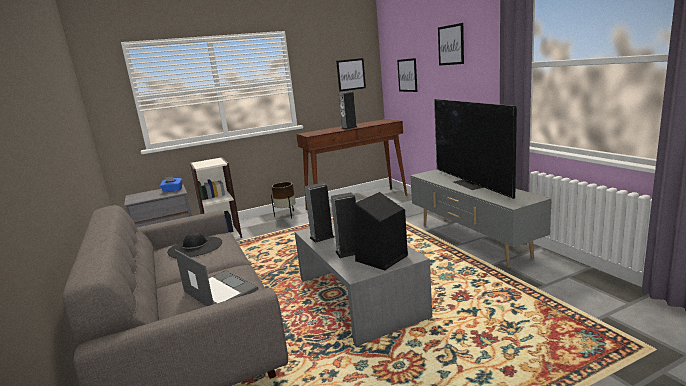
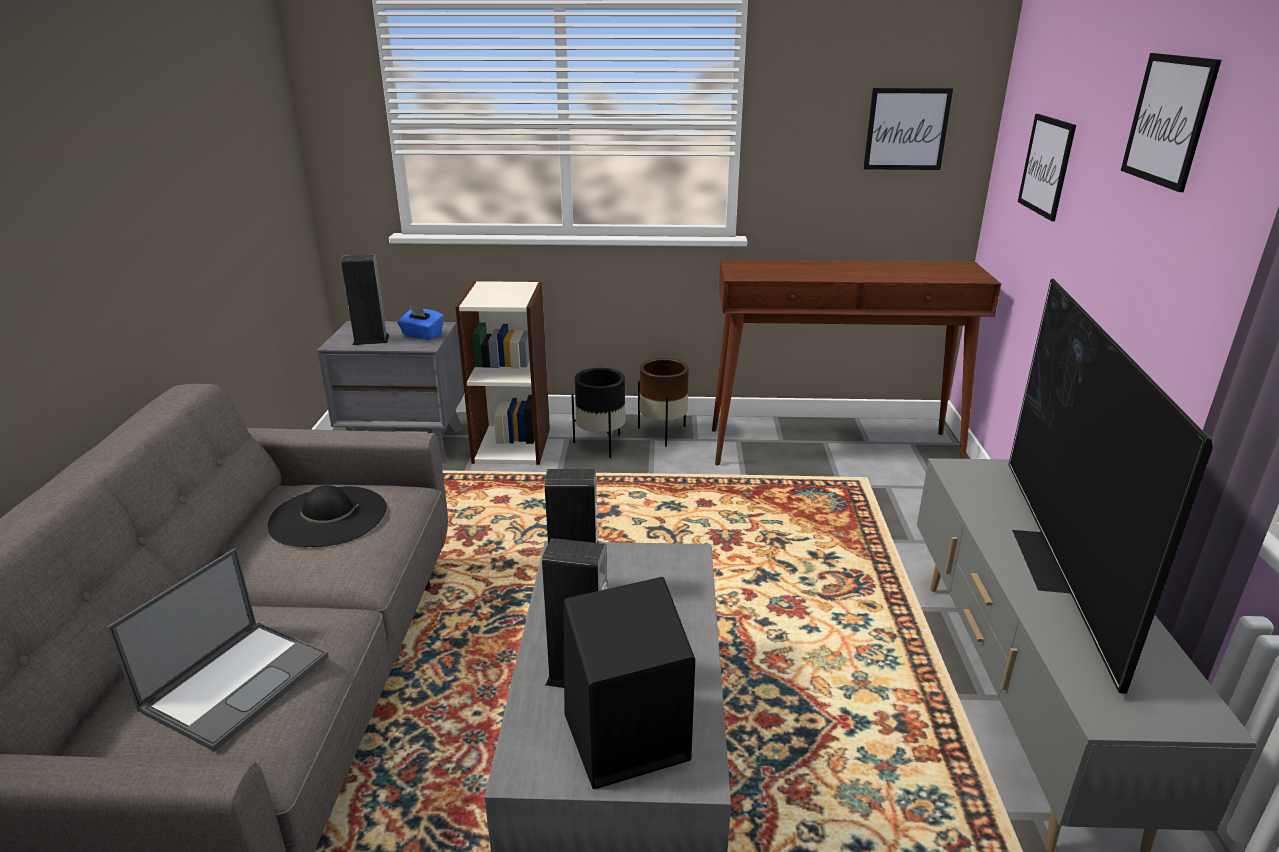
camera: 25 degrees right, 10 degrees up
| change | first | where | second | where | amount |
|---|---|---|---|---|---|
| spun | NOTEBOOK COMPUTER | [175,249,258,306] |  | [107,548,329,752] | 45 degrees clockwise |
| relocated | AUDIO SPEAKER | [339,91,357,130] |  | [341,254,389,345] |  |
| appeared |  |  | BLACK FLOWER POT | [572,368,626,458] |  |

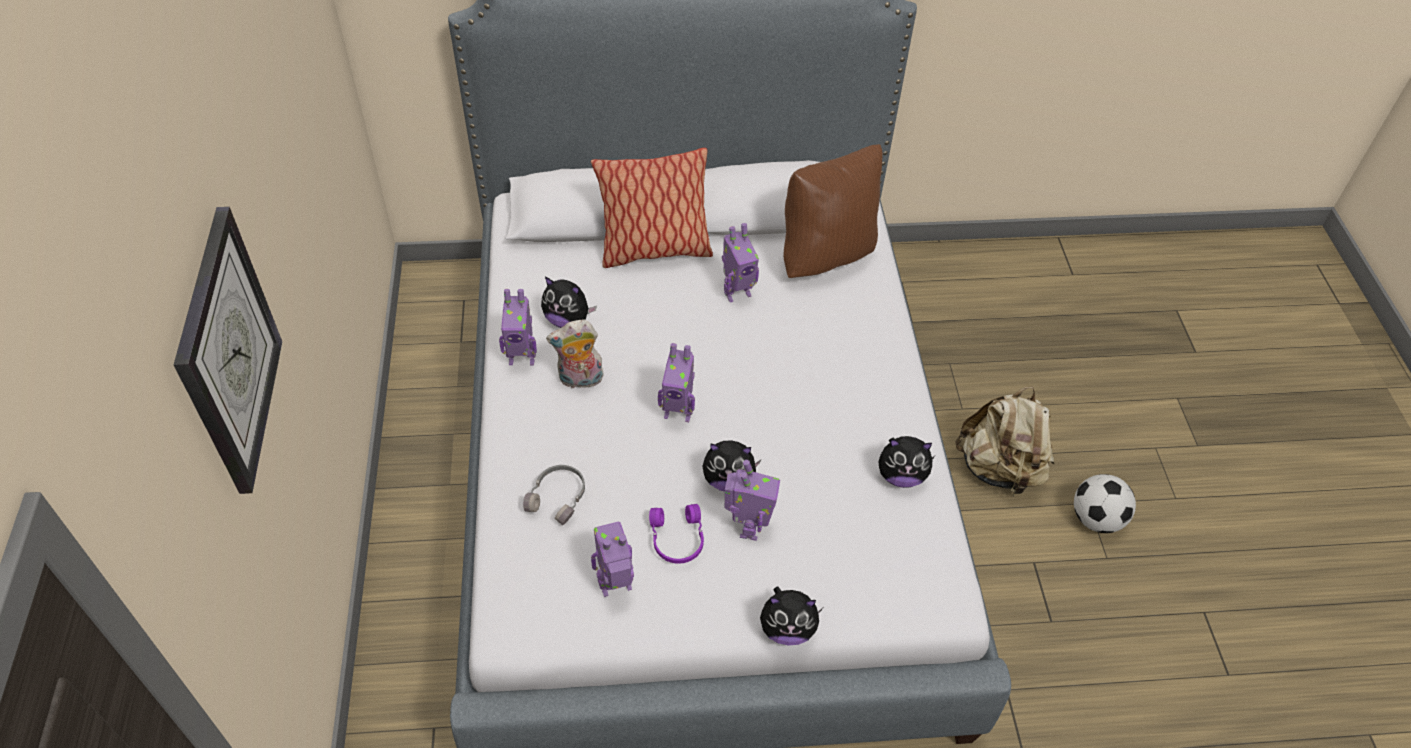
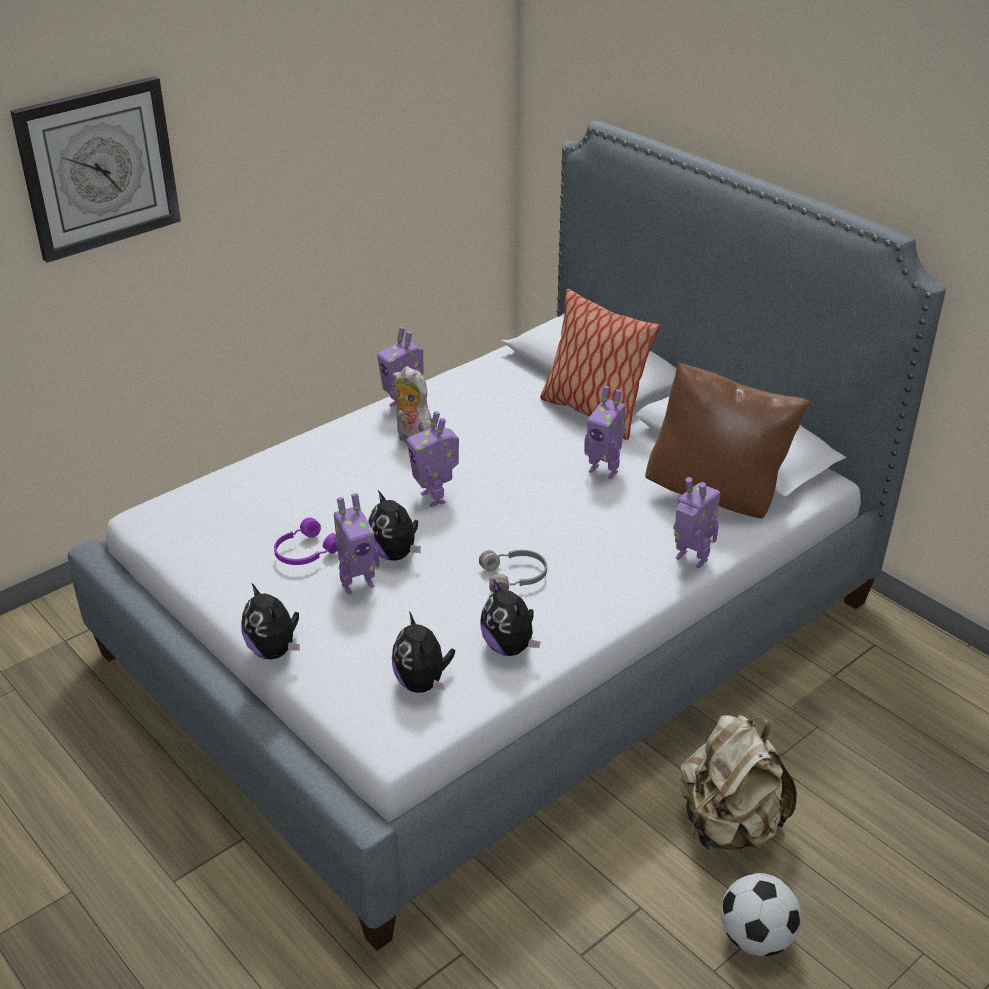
camera: 55 degrees right, 15 degrees down
| change | first | where | second | where | amount |
|---|---|---|---|---|---|
| relocated | GREY HEADSET | [523,465,585,525] |  | [479,550,547,593] |  |
| relocated | SOFT TOY | [541,277,597,328] |  | [392,611,455,693] |  |
| relocated | TOY ROBOT | [591,522,634,597] |  | [673,477,720,569] |  |

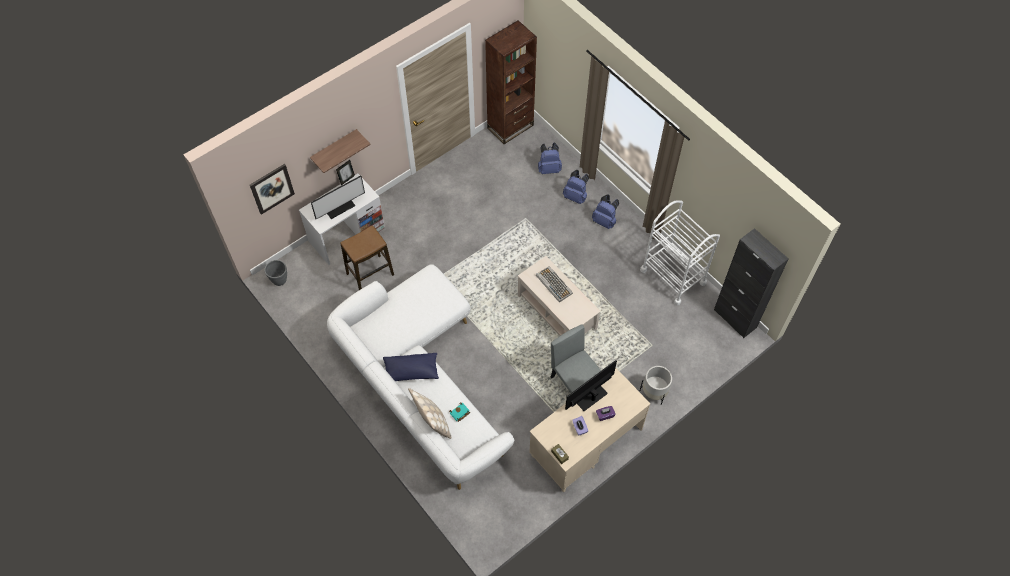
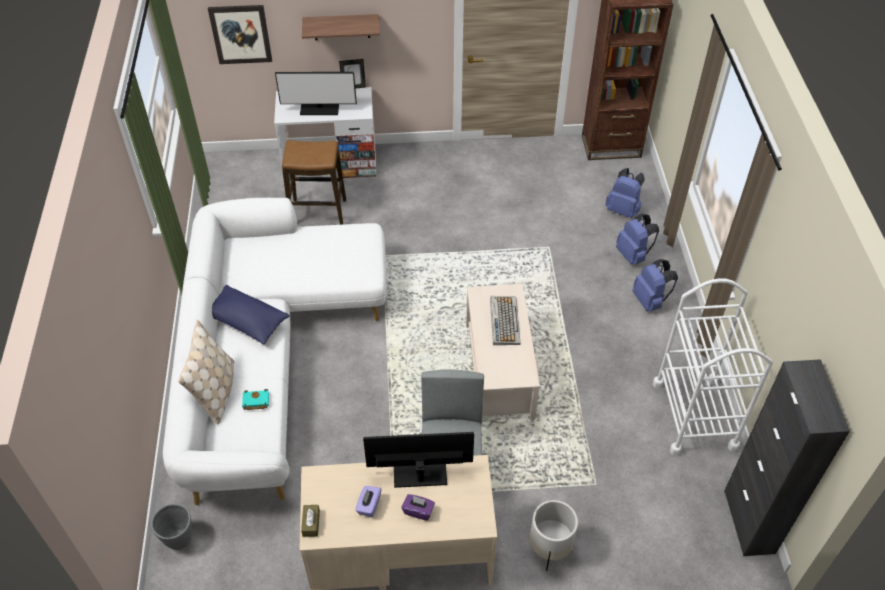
camera: 35 degrees right, 10 degrees down
| change | first | where | second | where | amount |
|---|---|---|---|---|---|
| relocated | GREY FLOWER POT | [264,260,287,286] |  | [151,504,192,550] |  |

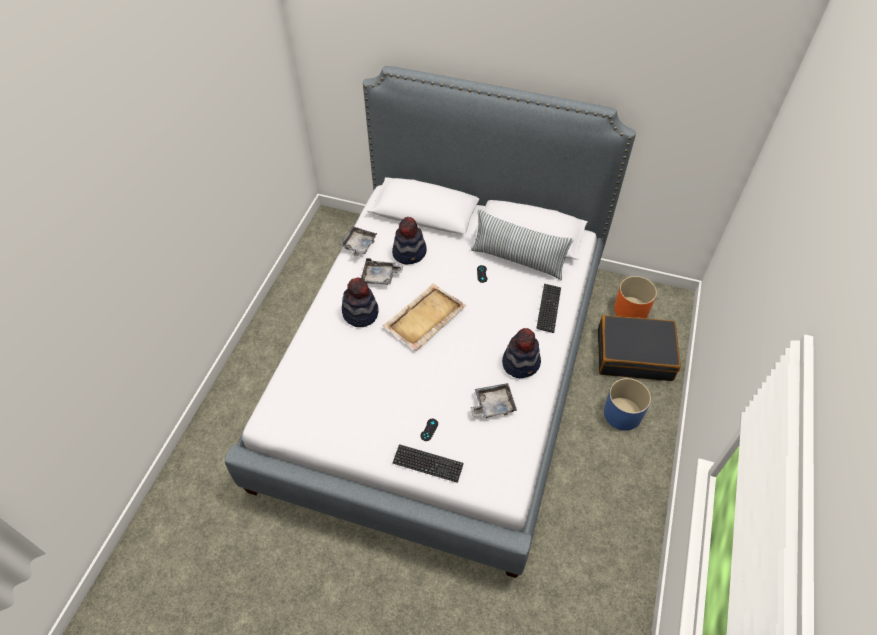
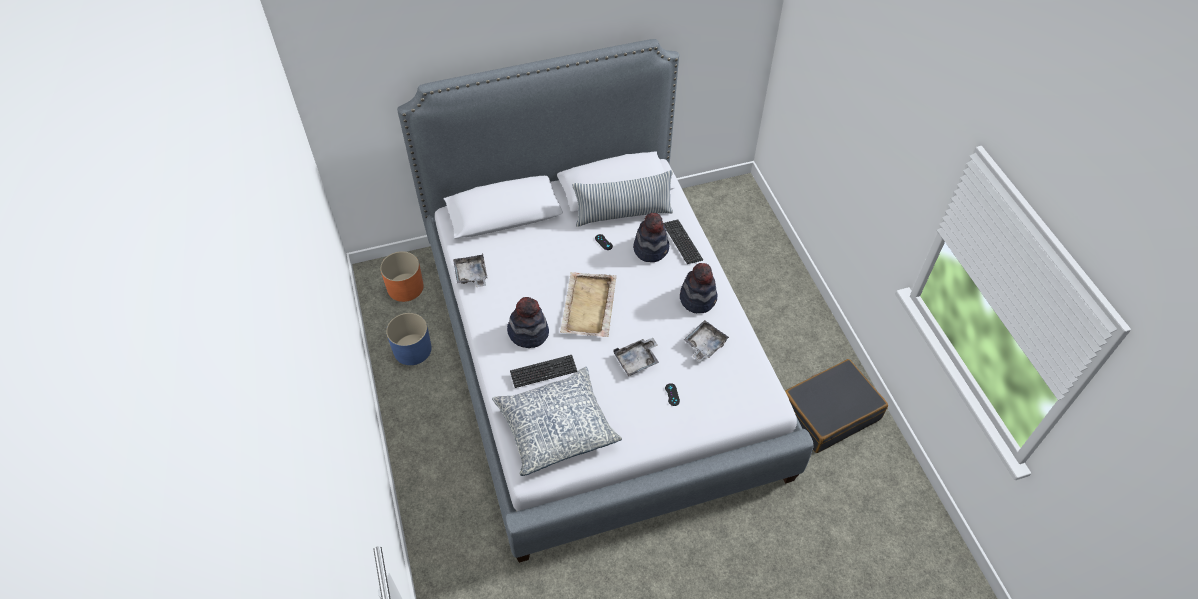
camera: 35 degrees left, 0 degrees up
| change | first | where | second | where | amount |
|---|---|---|---|---|---|
| relocated | GREY CARRYING TRAY | [361,258,403,285] |  | [613,338,659,376] |  |
| relocated | WEARABLE HAT | [392,217,427,264] |  | [633,213,669,262] |  |
| relocated | COMPUTER KEYBOARD | [393,444,464,483] |  | [510,355,577,388] |  |
| relocated | BLACK SUITCASE | [598,315,681,381] |  | [785,359,888,453] |  |
| relocated | BLUE FLOWER POT | [604,378,651,431] |  | [386,313,432,365] |  |
| relocated | ORANGEY FLOWER POT | [614,276,657,318] |  | [380,251,424,302] |  |
| appeared |  |  | THROW PILLOW | [492,367,622,476] |  |

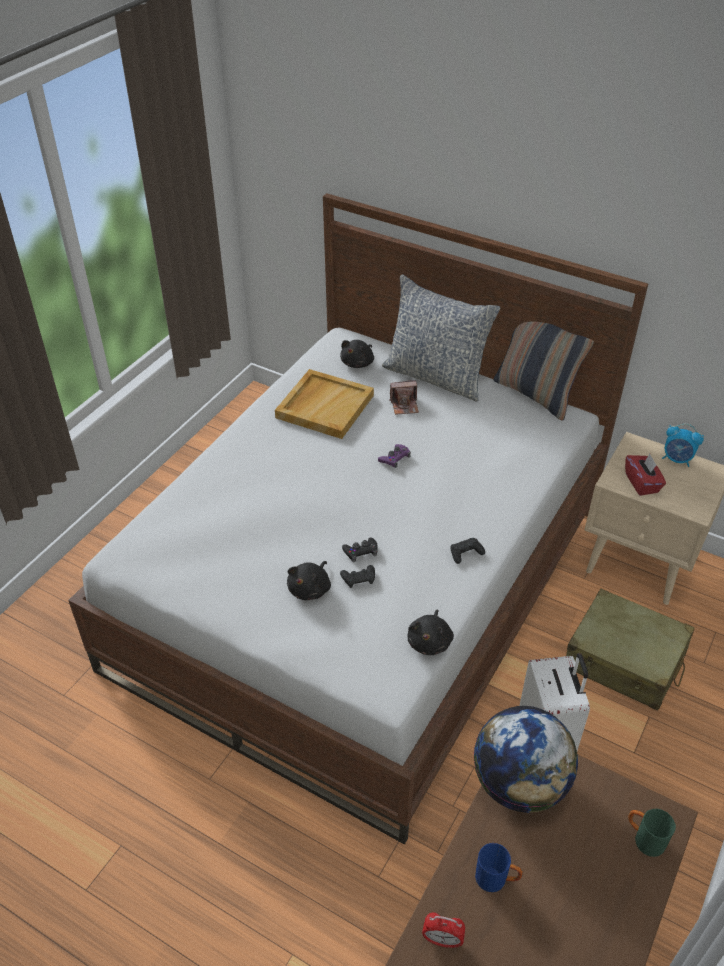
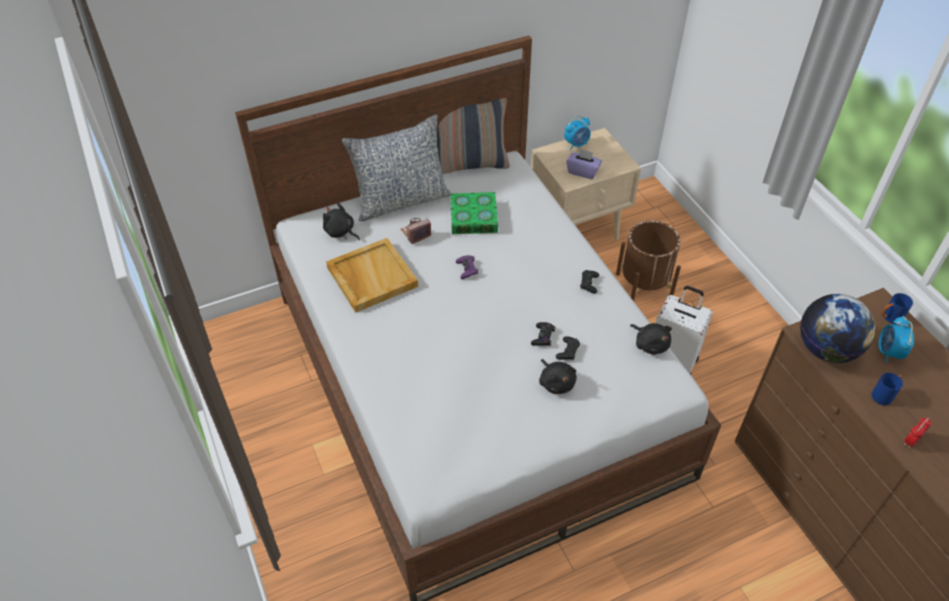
camera: 55 degrees left, 5 degrees up
| change | first | where | second | where | amount |
|---|---|---|---|---|---|
| spun | BLACK SOFT TOY | [340,340,374,368] |  | [323,203,360,241] | 150 degrees clockwise |
| spun | PHOTO CAMERA | [389,380,419,415] |  | [401,218,431,244] | 150 degrees counterclockwise |
| exchanged | SAND-COLOURED SUITCASE | [566,589,695,711] | BROWNISH FLOWER POT | [616,221,681,301] |  |
| colour | RED BOX OF TISSUES | [625,454,666,496] | PURPLE-COLOURED BOX OF TISSUES | [566,149,602,179] |  |
| colour | GREEN-COLOURED COFFEE MUG | [628,809,676,857] | BLUE COFFEE MUG | [881,293,913,324] |  |
| appeared |  |  | VOLUME | [450,192,498,234] |  |
| appeared |  |  | TABLE CLOCK | [878,316,914,363] |  |

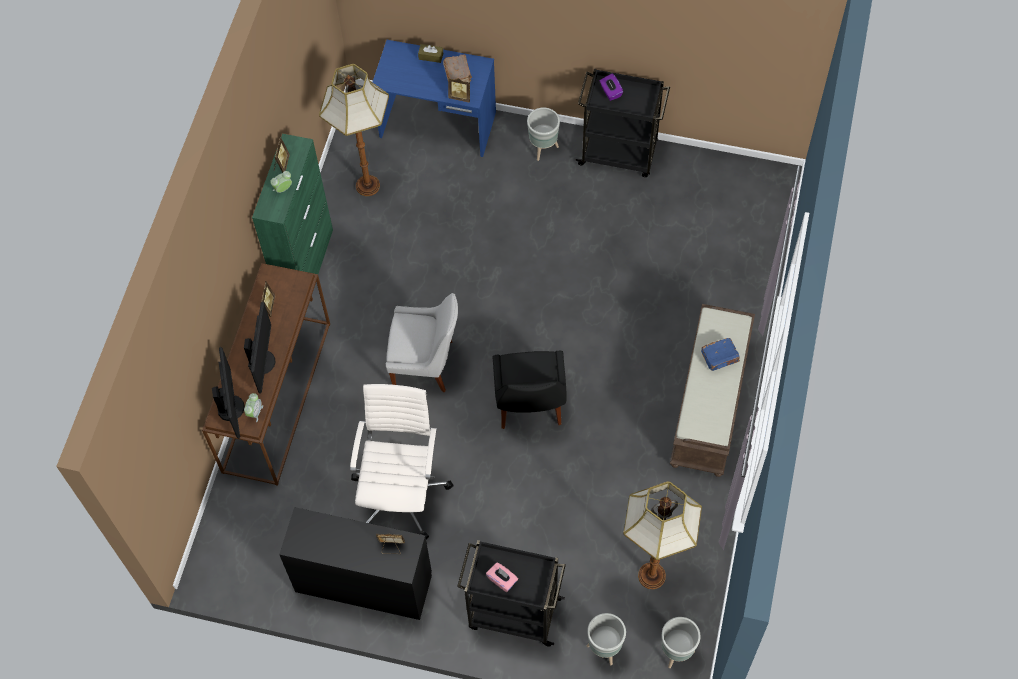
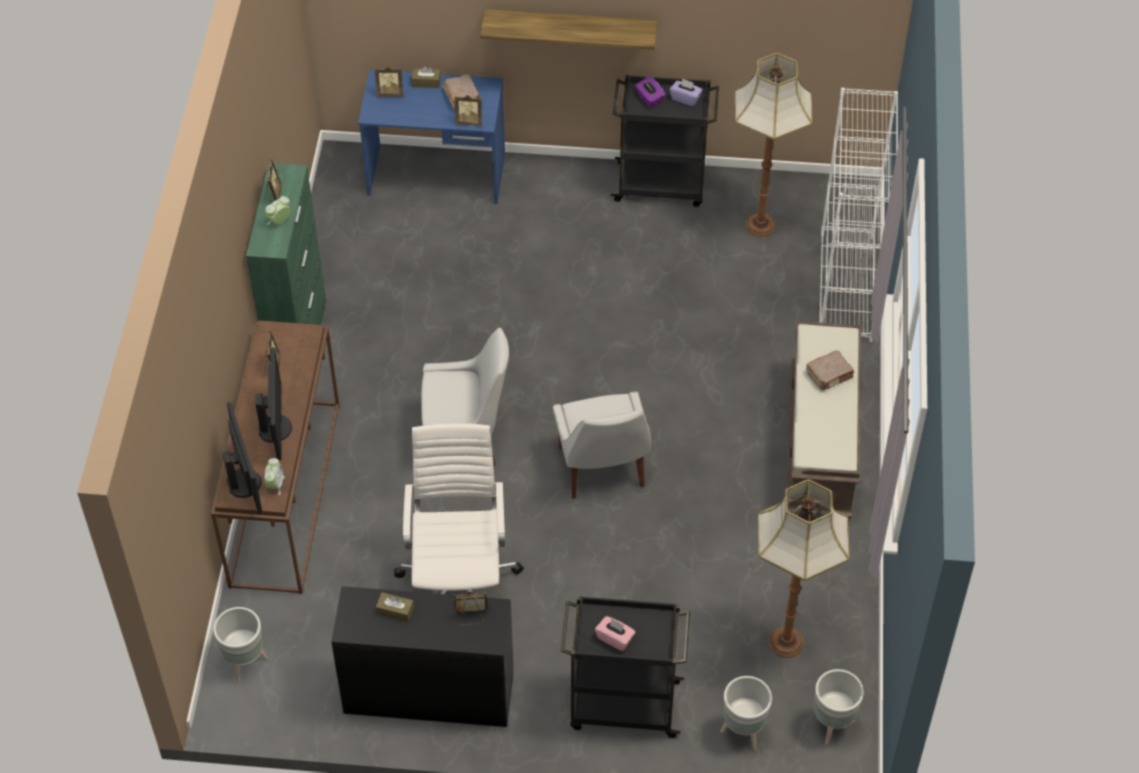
camera: 10 degrees left, 10 degrees down
| change | first | where | second | where | amount |
|---|---|---|---|---|---|
| relocated | STANDING LAMP | [319,64,389,196] |  | [735,53,813,237] |  |
| colour | BLACK CHAIR | [493,351,567,429] | WHITE CHAIR | [553,392,651,499] |  |
| relocated | GREY FLOWER POT | [527,107,560,161] |  | [213,607,268,682] |  |
| colour | BLUE VOLUME | [701,338,740,371] | BROWNISH VOLUME | [806,351,854,391] |  |
| appeared |  |  | STANDING FRAME | [375,67,403,97] |  |
| appeared |  |  | BROWNISH BOX OF TISSUES | [376,592,414,622] |  |
| appeared |  |  | WALL SHELF | [480,9,657,50] |  |
| appeared |  |  | PURPLE-COLOURED BOX OF TISSUES | [670,78,703,106] |  |
| appeared |  |  | WHITE SHELVING UNIT | [820,88,898,342] |  |

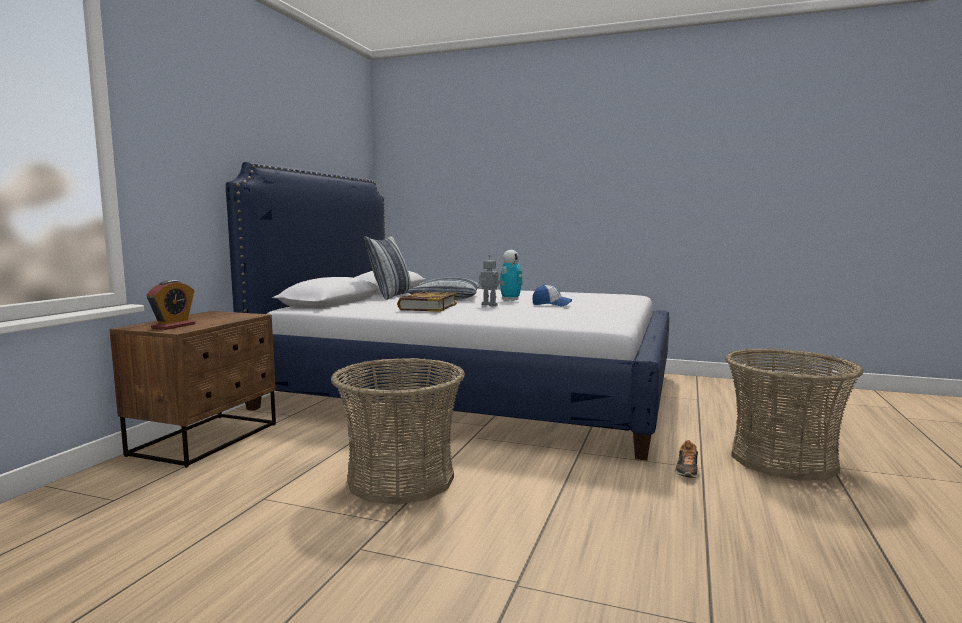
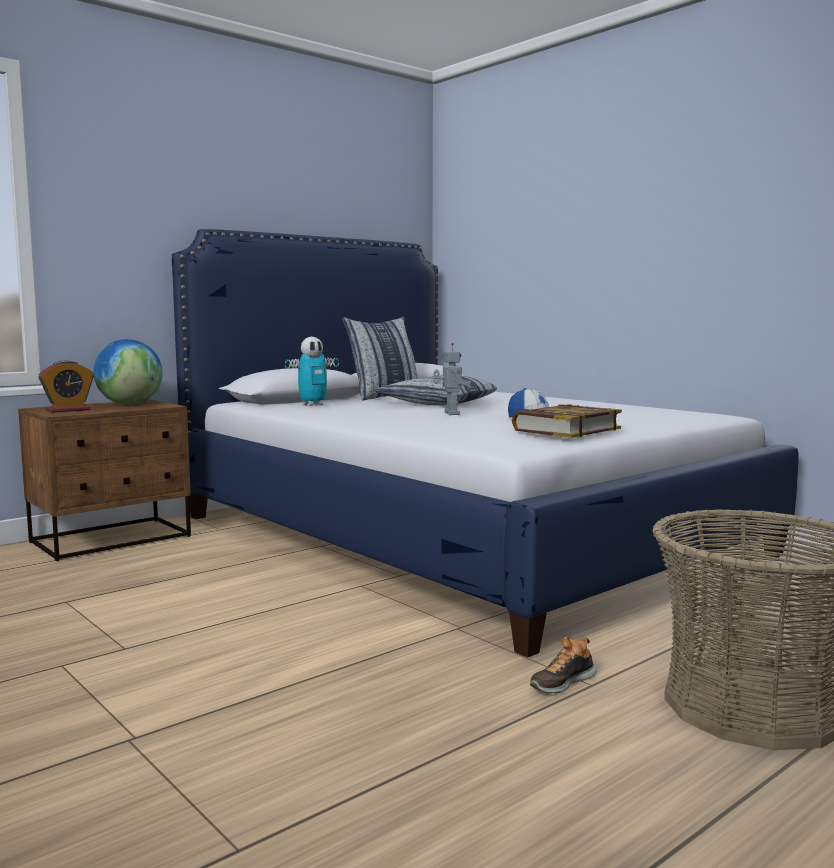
camera: 30 degrees right, 0 degrees up
| change | first | where | second | where | amount |
|---|---|---|---|---|---|
| missing | HOUSEHOLD BASKET | [331,358,465,505] |  |  |  |
| relocated | VOLUME | [397,292,457,312] |  | [512,404,622,438] |  |
| relocated | TOY ROBOT | [500,250,523,301] |  | [285,337,339,406] |  |
| appeared |  |  | GLOBE | [93,339,163,405] |  |

